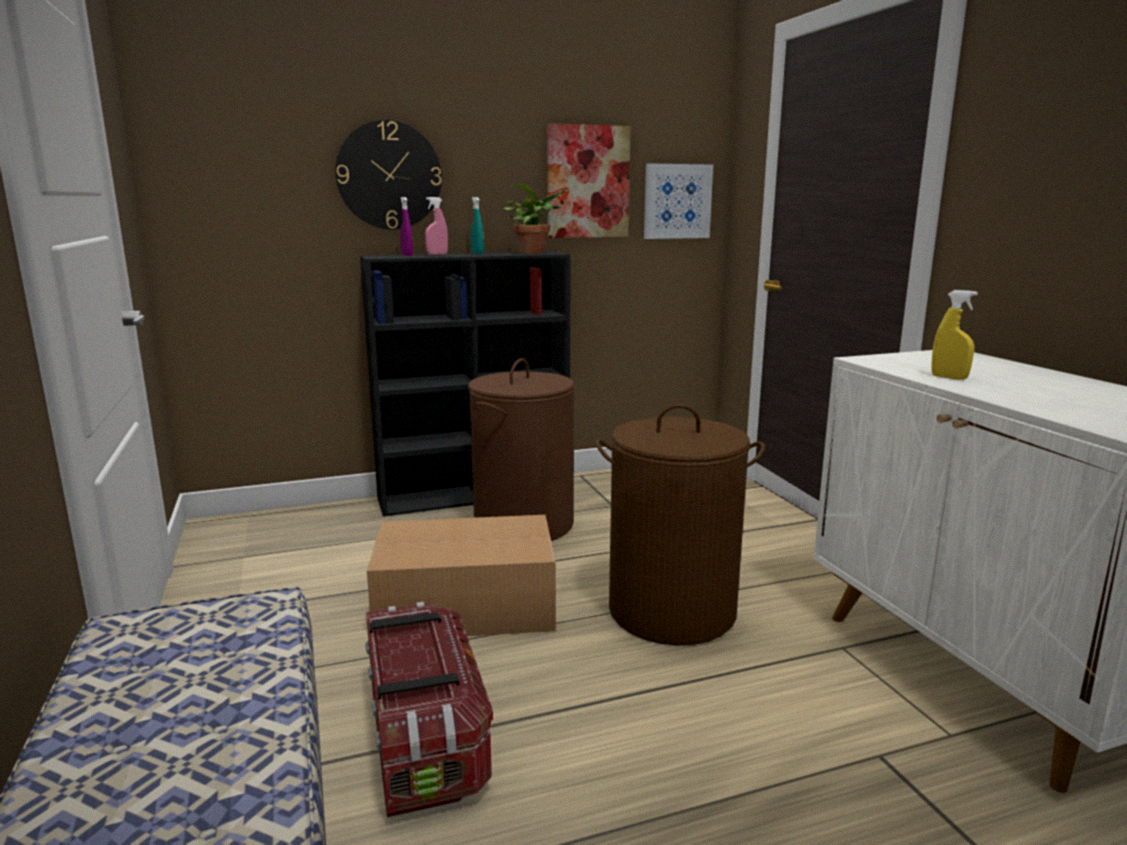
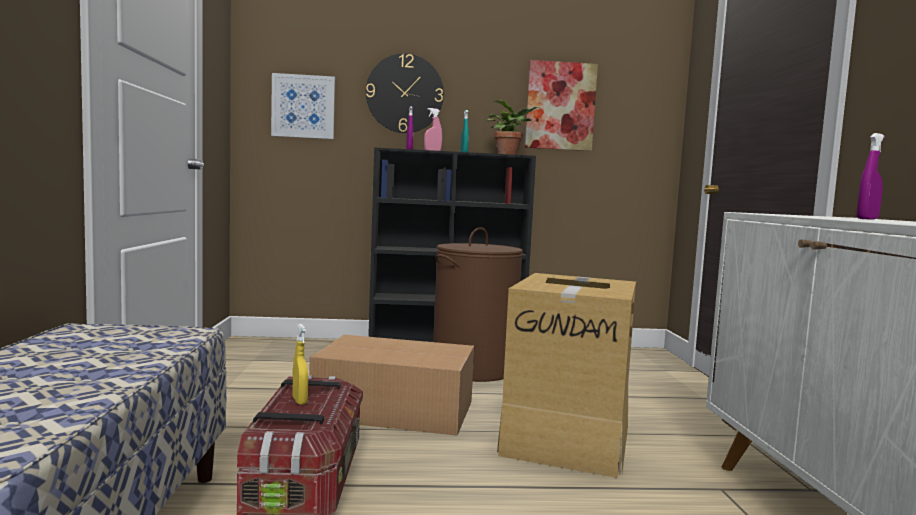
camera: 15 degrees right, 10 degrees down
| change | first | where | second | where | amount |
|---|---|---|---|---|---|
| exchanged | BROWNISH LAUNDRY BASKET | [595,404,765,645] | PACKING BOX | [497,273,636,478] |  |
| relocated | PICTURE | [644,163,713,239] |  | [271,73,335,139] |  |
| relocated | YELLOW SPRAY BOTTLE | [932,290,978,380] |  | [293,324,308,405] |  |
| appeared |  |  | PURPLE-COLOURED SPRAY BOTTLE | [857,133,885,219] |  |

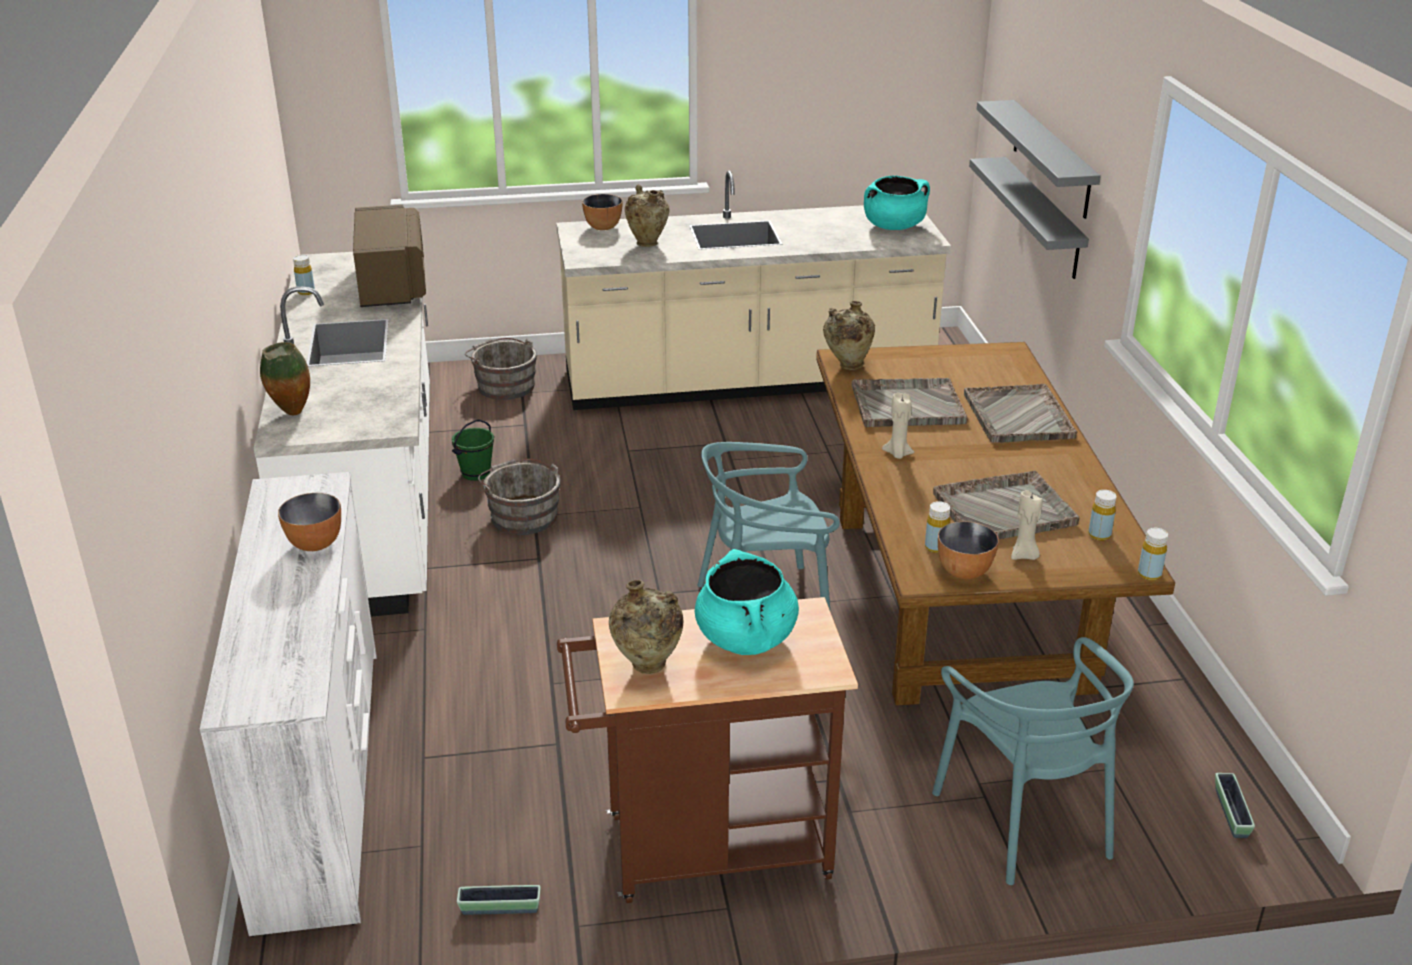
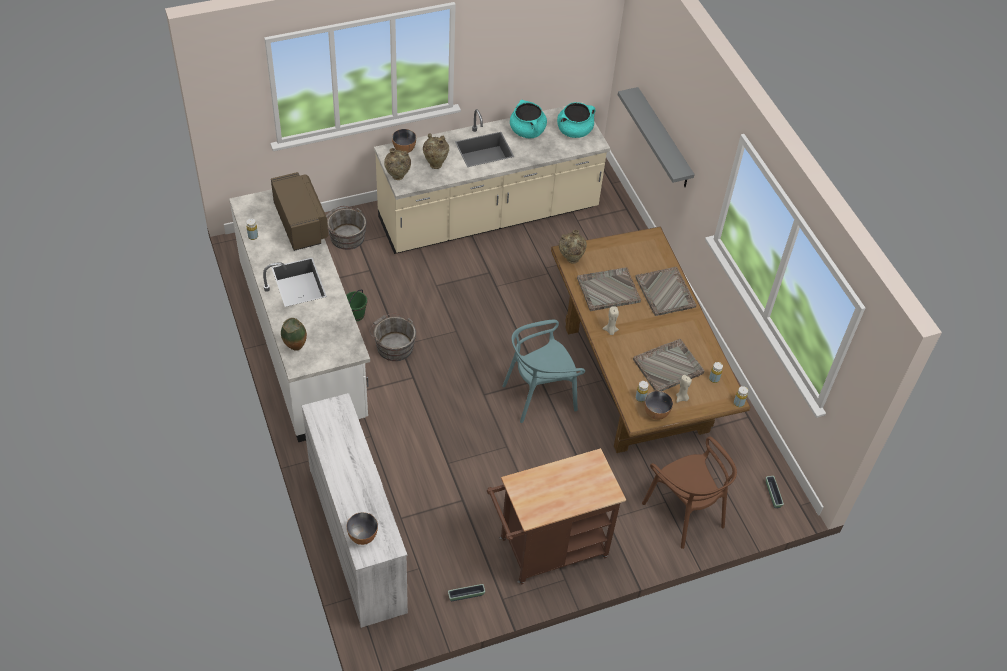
camera: 15 degrees left, 20 degrees up
| change | first | where | second | where | amount |
|---|---|---|---|---|---|
| relocated | DEEP DISH | [278,493,341,551] |  | [347,512,378,545] |  |
| relocated | SAND-COLOURED DECORATIVE VASE | [609,580,683,674] |  | [384,148,411,180] |  |
| relocated | TURQUOISE-COLOURED COOKING POT | [695,549,799,655] |  | [510,100,547,139] |  |
| colour | TURQUOISE-COLOURED CHAIR | [932,637,1134,885] | BROWNISH CHAIR | [642,437,737,549] |  |
| missing | GREY WALL SHELF | [977,100,1101,219] |  |  |  |

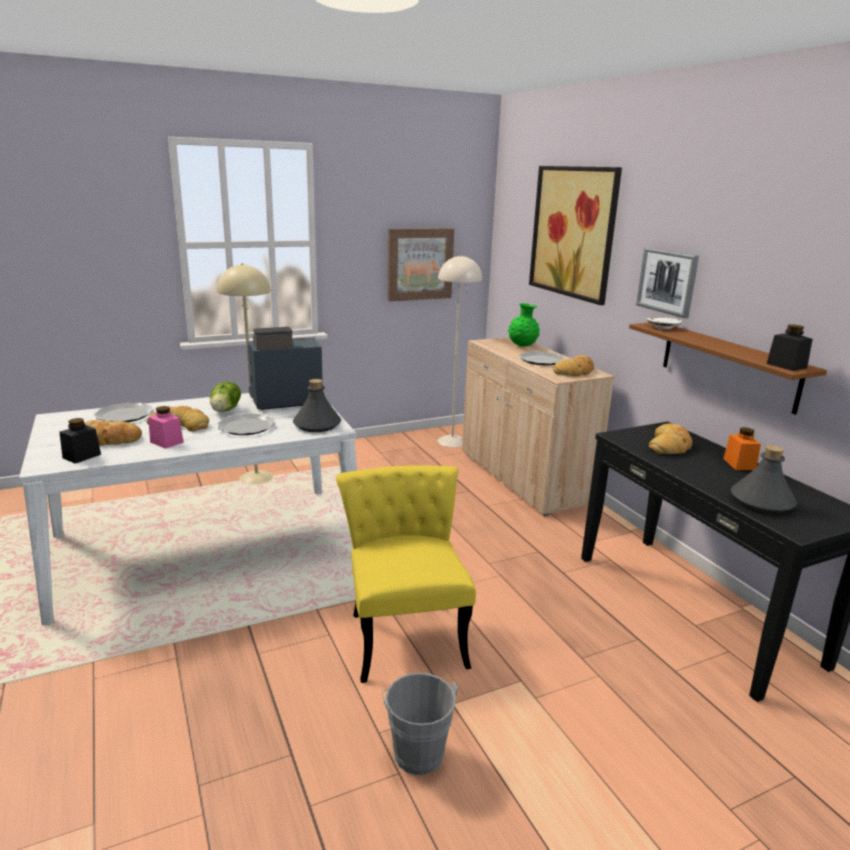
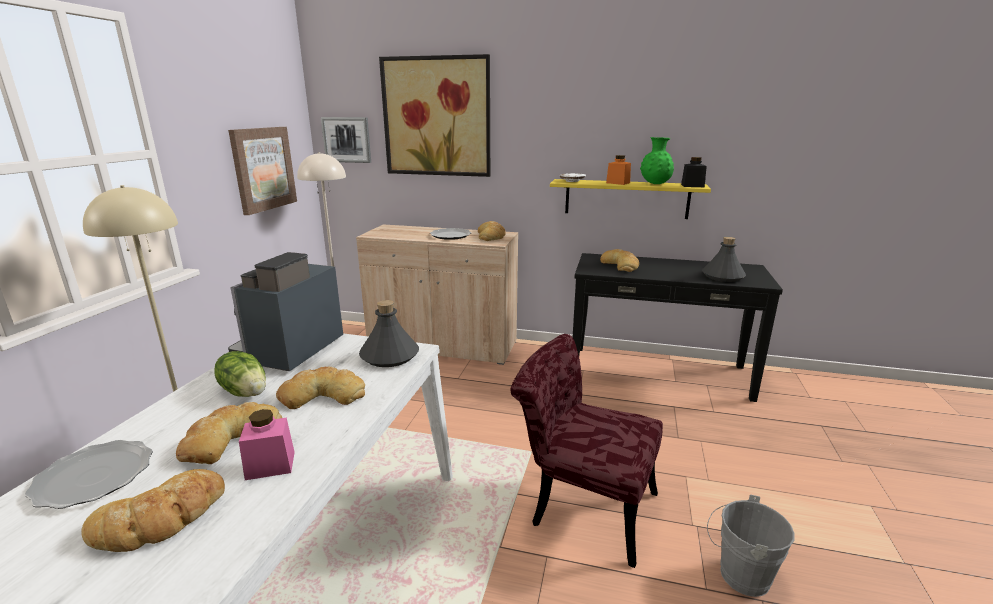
camera: 50 degrees left, 0 degrees up
| change | first | where | second | where | amount |
|---|---|---|---|---|---|
| missing | BLACK PRESERVE JAR | [59,418,101,464] |  |  |  |
| exchanged | FLAT DISH | [217,413,275,435] | BAKED BREAD | [276,367,365,409] |  |
| colour | YELLOW CHAIR | [336,465,476,683] | RED CHAIR | [510,334,663,568] |  |
| relocated | GREEN-COLOURED DECORATIVE VASE | [508,303,540,347] |  | [640,137,674,184] |  |
| colour | BROWNISH WALL SHELF | [629,323,827,415] | YELLOW WALL SHELF | [550,179,711,219] |  |
| relocated | PICTURE | [636,247,699,318] |  | [321,117,371,163] |  |
| relocated | ORANGEY PRESERVE JAR | [723,427,761,470] |  | [606,155,631,185] |  |

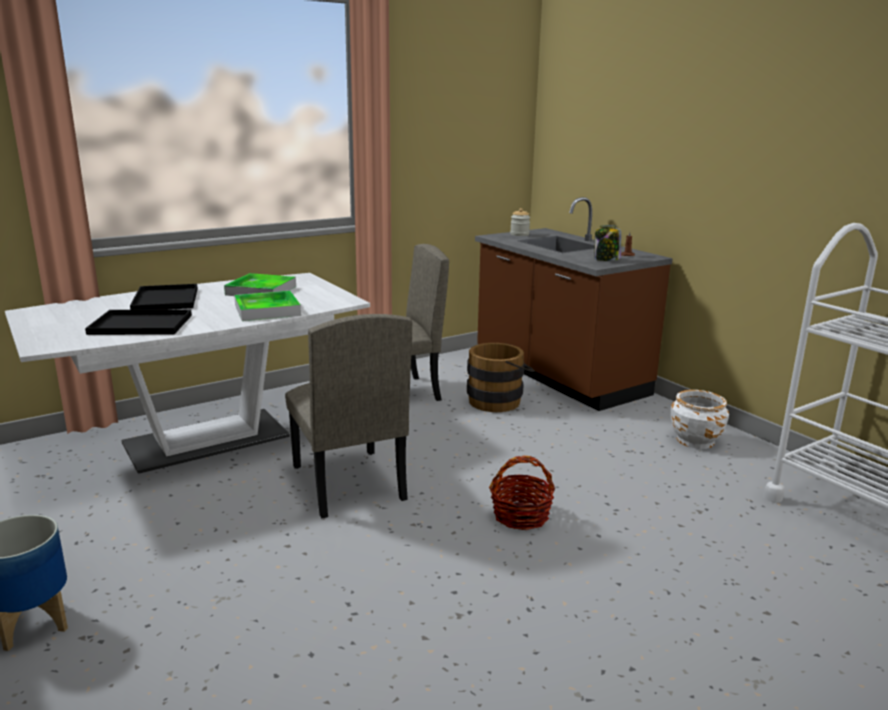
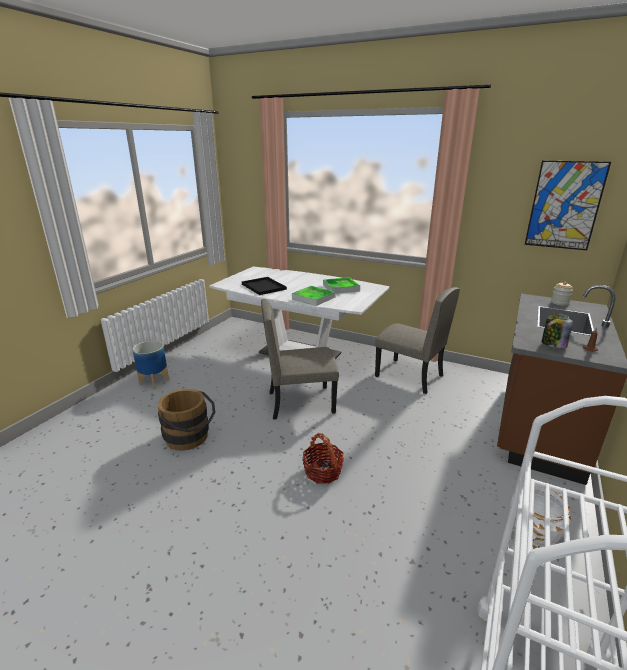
camera: 60 degrees right, 5 degrees up
| change | first | where | second | where | amount |
|---|---|---|---|---|---|
| missing | BLACK CARRYING TRAY | [130,284,198,310] |  |  |  |
| spun | SAND-COLOURED CHAIR | [285,314,412,518] |  | [261,299,339,420] | 45 degrees clockwise |
| relocated | BROWNISH WATER BUCKET | [467,343,535,412] |  | [158,389,215,451] |  |
| appeared |  |  | PICTURE | [525,161,611,250] |  |

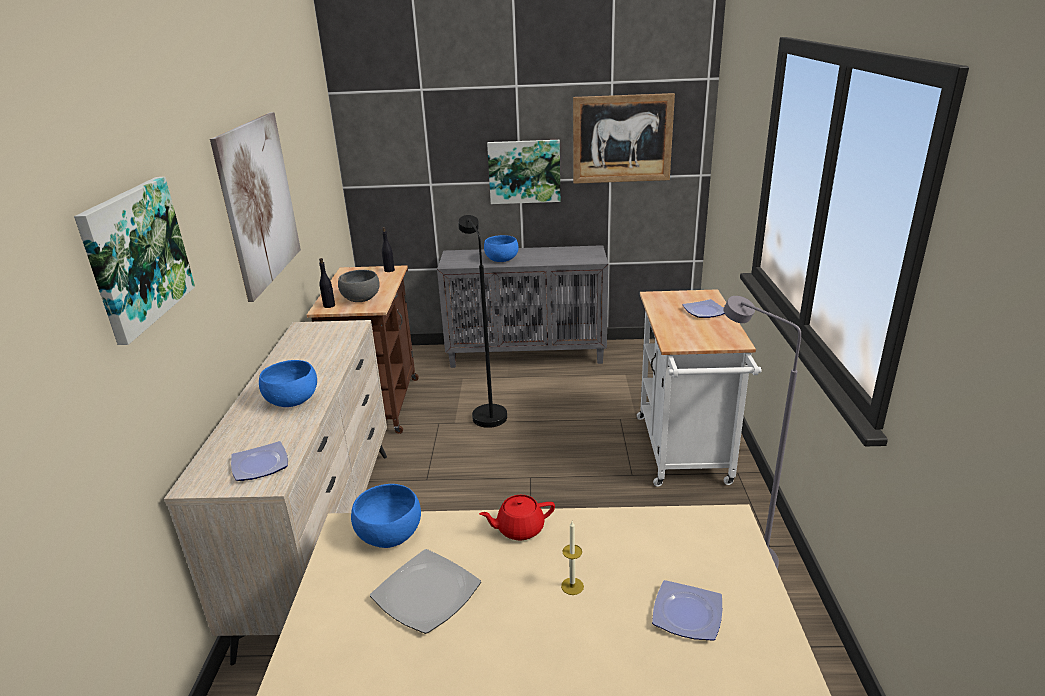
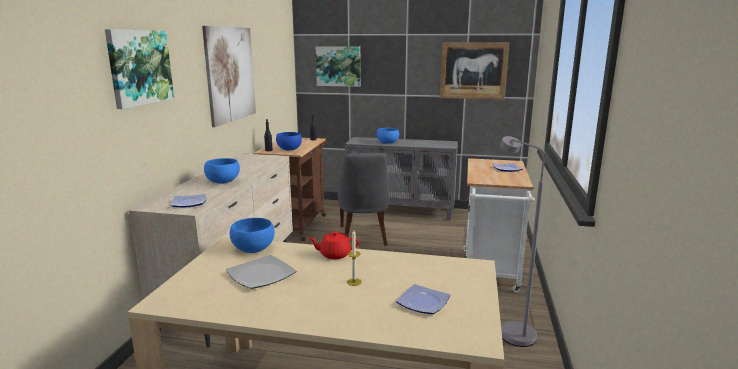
camera: 10 degrees right, 10 degrees down
| change | first | where | second | where | amount |
|---|---|---|---|---|---|
| colour | GREY DEEP DISH | [338,270,380,302] | BLUE DEEP DISH | [276,132,302,150] |  |
| exchanged | BLACK STANDING LAMP | [459,215,507,428] | GREY CHAIR | [338,153,389,246] |  |
| relocated | PICTURE | [487,140,560,204] |  | [316,46,361,87] |  |

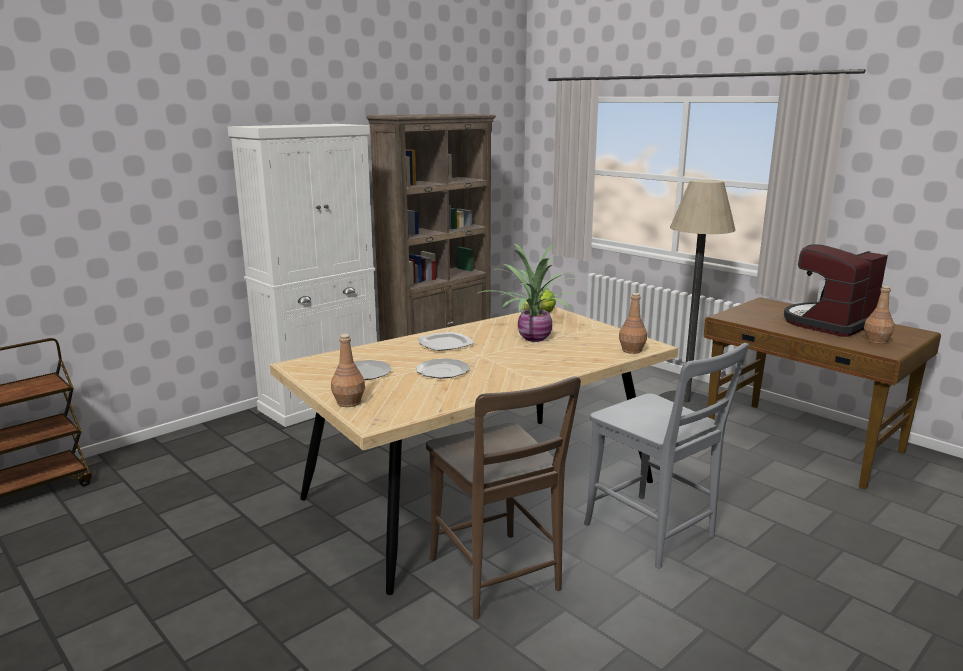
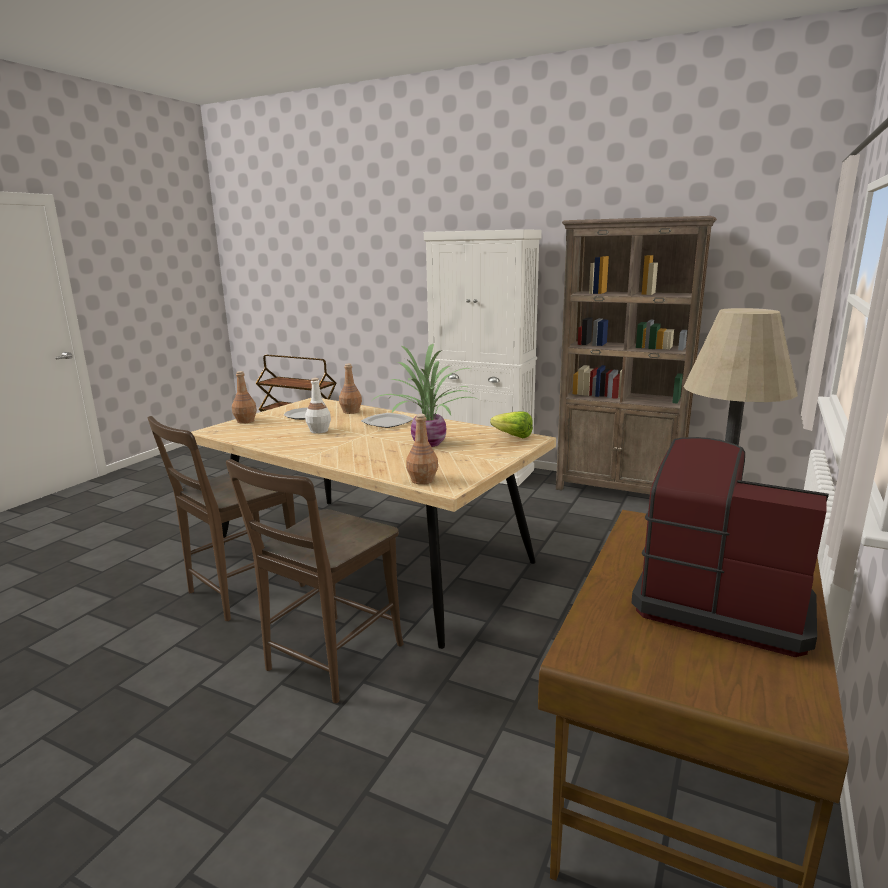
camera: 70 degrees right, 0 degrees up
| change | first | where | second | where | amount |
|---|---|---|---|---|---|
| exchanged | FLAT DISH | [416,358,470,378] | WHITE BEVERAGE BOTTLE | [305,378,331,434] |  |
| colour | GREY CHAIR | [584,343,749,569] | BROWNISH CHAIR | [226,459,404,703] |  |
| relocated | BROWNISH BEVERAGE BOTTLE | [864,286,895,344] |  | [339,364,362,414] |  |

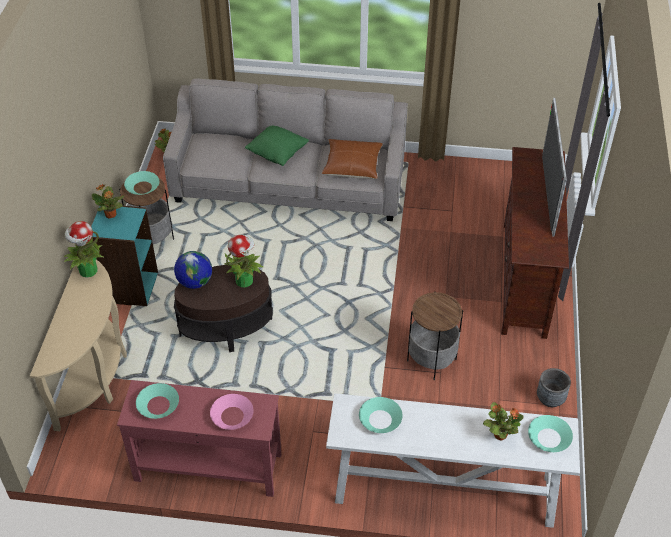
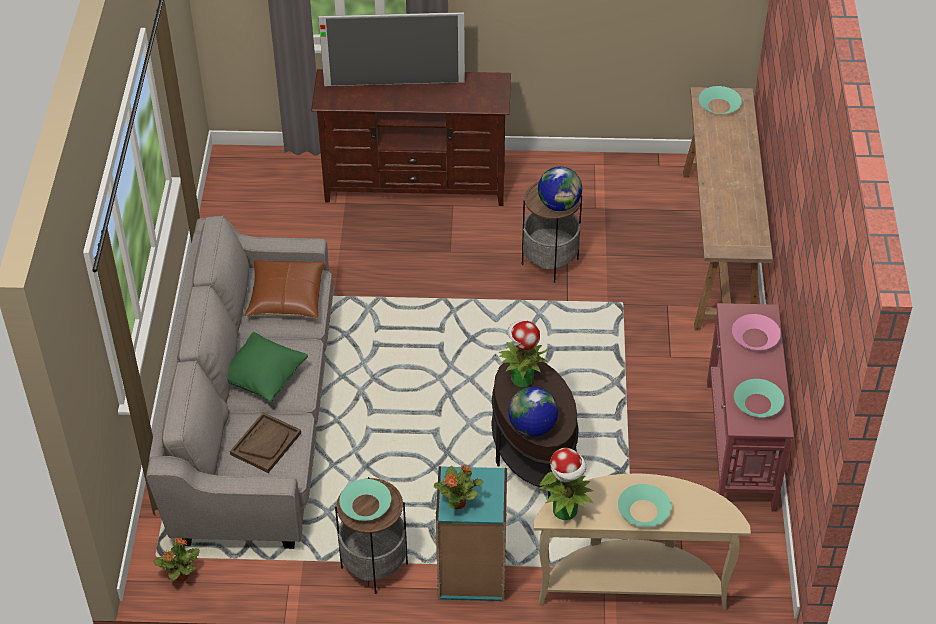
camera: 95 degrees left, 0 degrees up
| change | first | where | second | where | amount |
|---|---|---|---|---|---|
| colour | WHITE NARROW TABLE | [326,393,580,528] | BROWNISH NARROW TABLE | [683,87,773,330] |  |
| relocated | TURQUOISE-COLOURED DEEP DISH | [359,397,403,433] |  | [618,484,671,527] |  |
| missing | PLANT IN A POT | [483,402,524,440] |  |  |  |
| missing | GREY FLOWER POT | [537,368,571,407] |  |  |  |
| appeared |  |  | BROWNISH CARRYING TRAY | [230,412,301,473] |  |
| appeared |  |  | GLOBE | [538,167,582,211] |  |

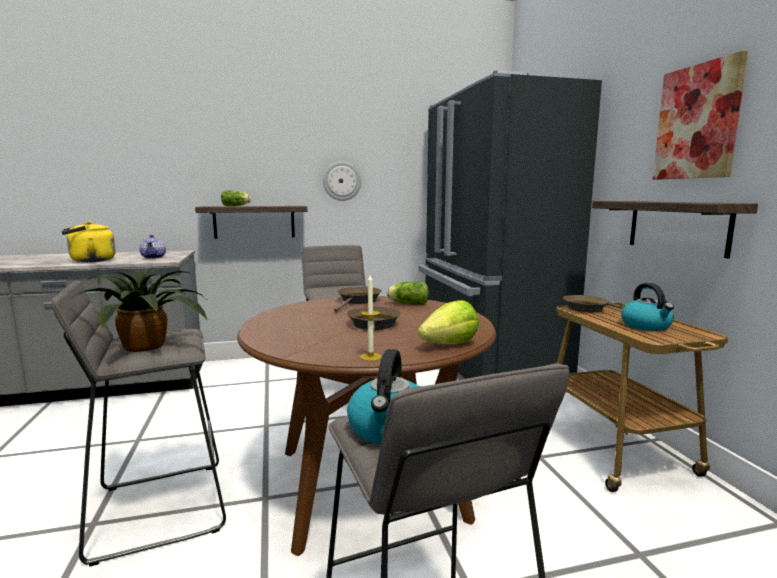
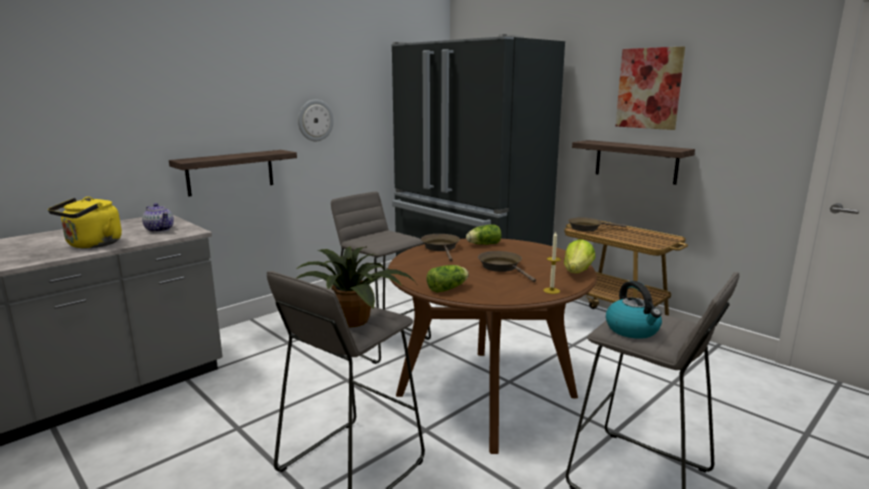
camera: 30 degrees left, 5 degrees up
| change | first | where | second | where | amount |
|---|---|---|---|---|---|
| relocated | LETTUCE | [221,190,251,206] |  | [426,265,469,293] |  |
| missing | KETTLE | [621,283,674,331] |  |  |  |

